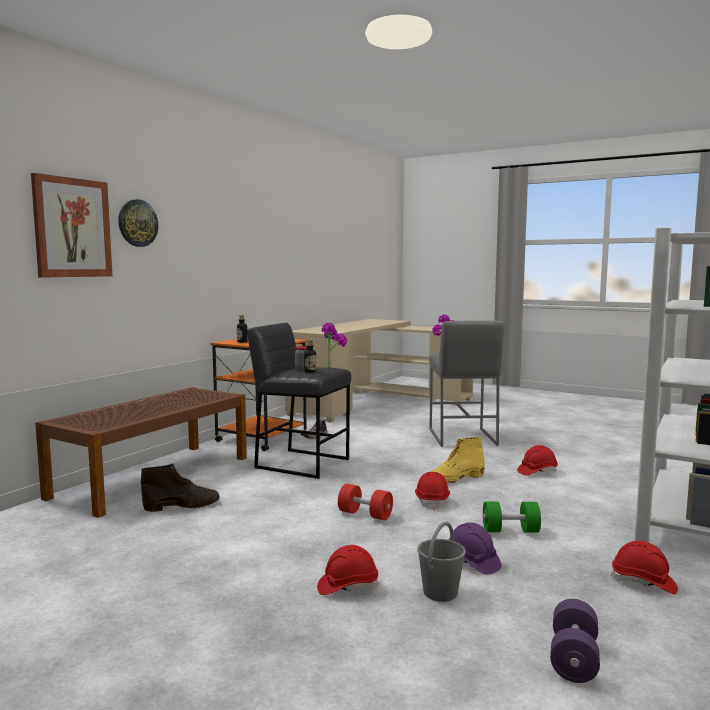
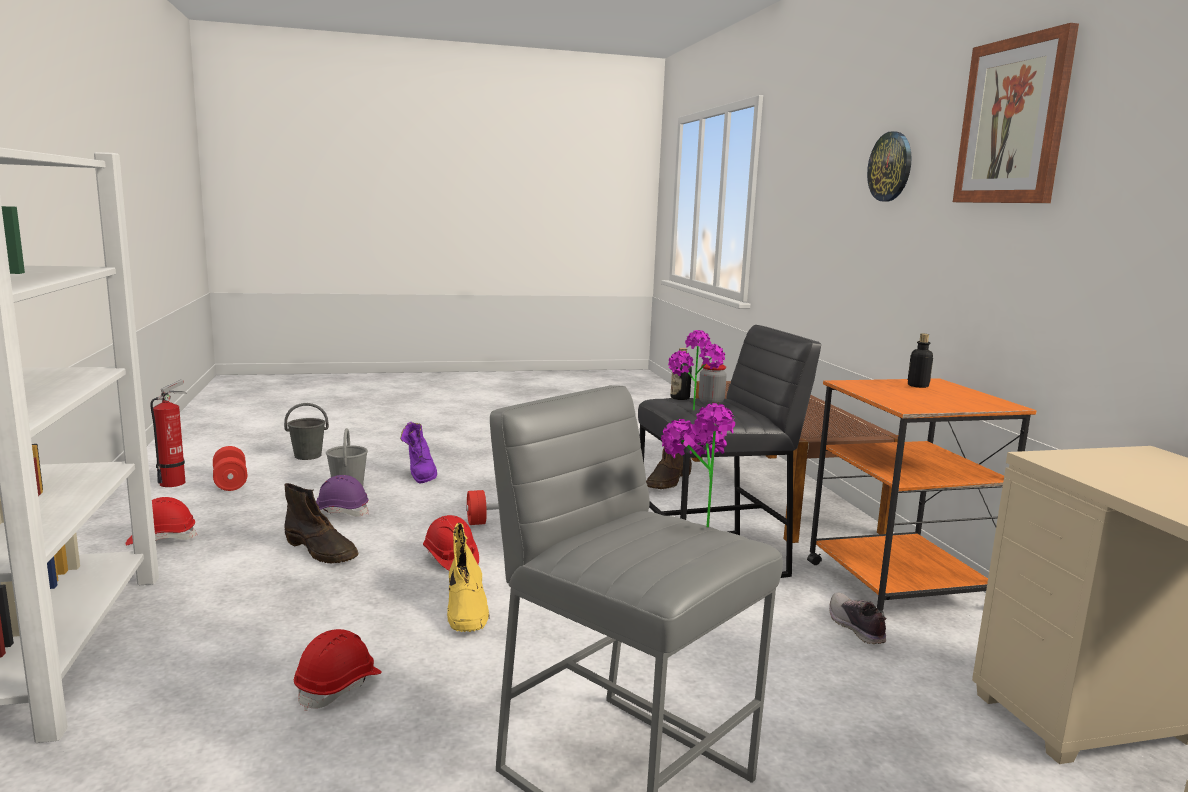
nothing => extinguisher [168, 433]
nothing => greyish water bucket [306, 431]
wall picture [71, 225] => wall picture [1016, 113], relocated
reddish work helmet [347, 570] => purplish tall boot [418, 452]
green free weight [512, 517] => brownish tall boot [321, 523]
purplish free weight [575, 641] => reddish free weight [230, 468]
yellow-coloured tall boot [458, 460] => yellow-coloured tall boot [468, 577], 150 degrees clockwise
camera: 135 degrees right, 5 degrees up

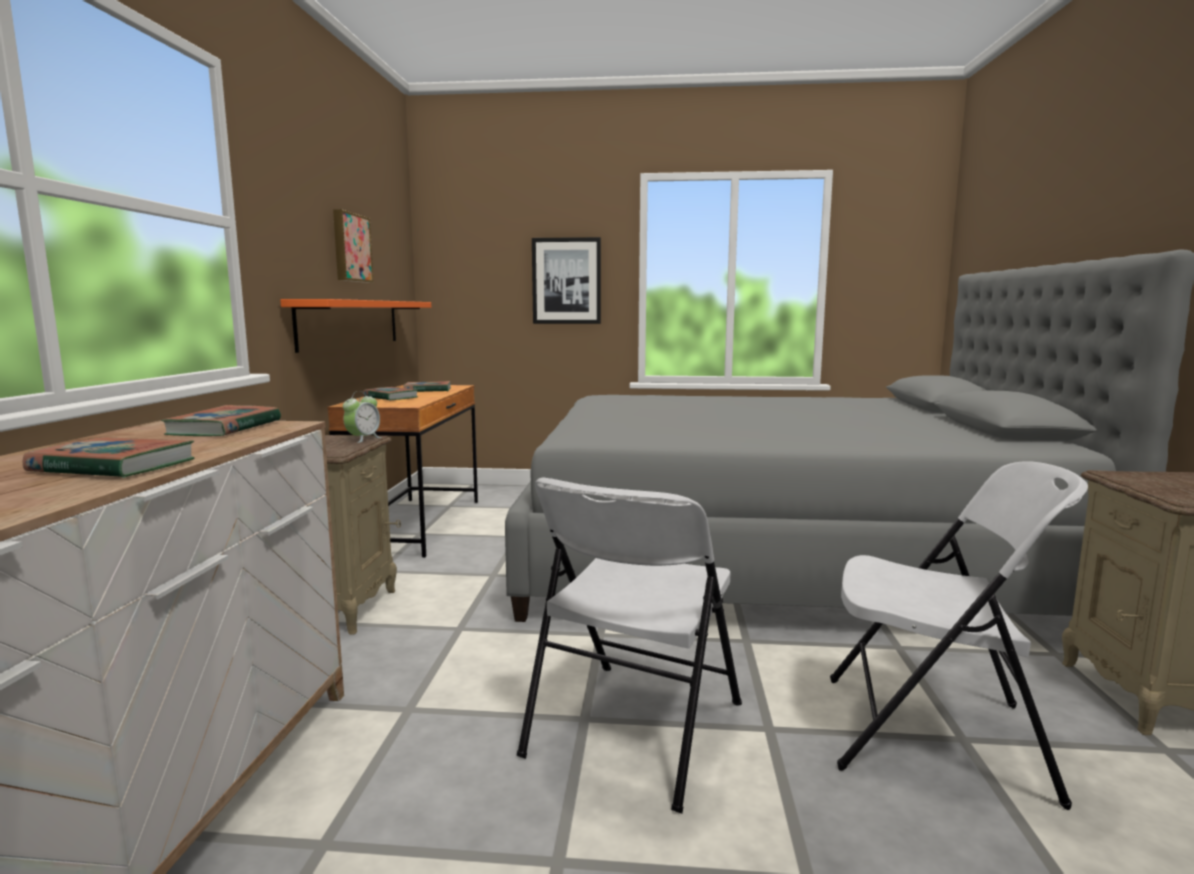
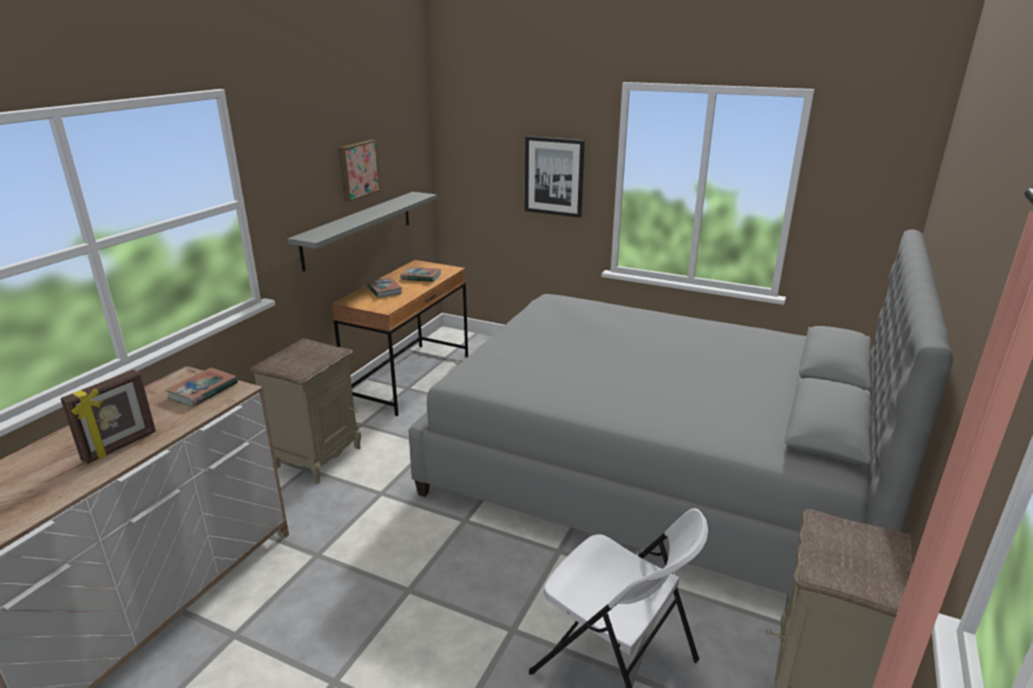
alarm clock [362, 417] => nothing
whitish chair [629, 645] => nothing
bound book [108, 457] => photo frame [108, 417]
orange wall shelf [355, 326] => greyish wall shelf [362, 232]
camera: 20 degrees right, 15 degrees up

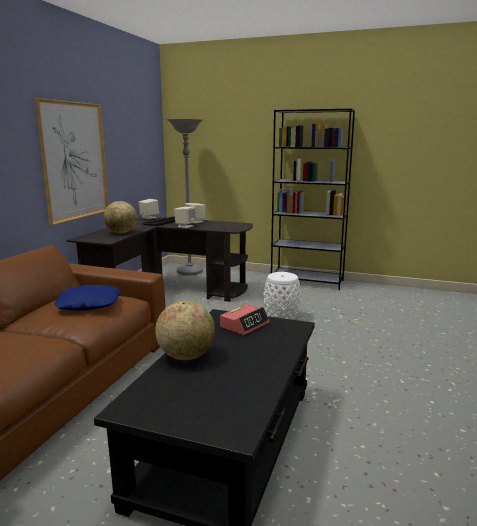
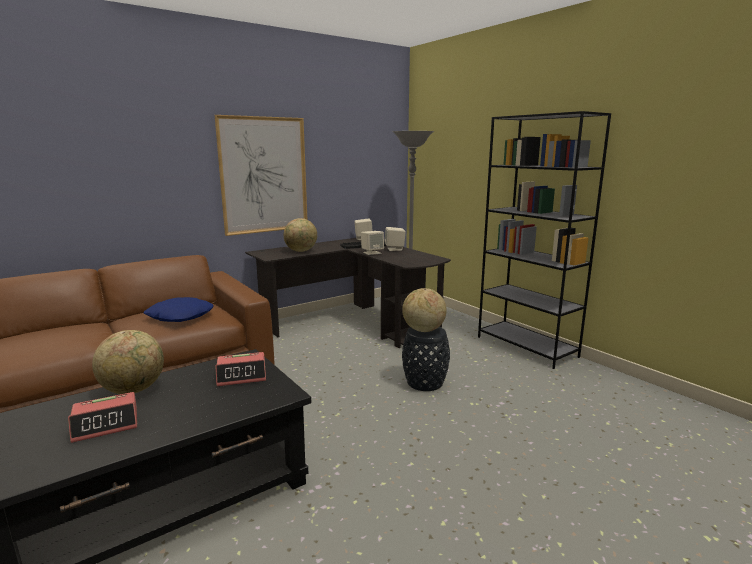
nothing => alarm clock [102, 417]
nothing => globe [424, 310]
whitish stool [282, 296] => blackish stool [426, 359]
camera: 35 degrees right, 0 degrees up

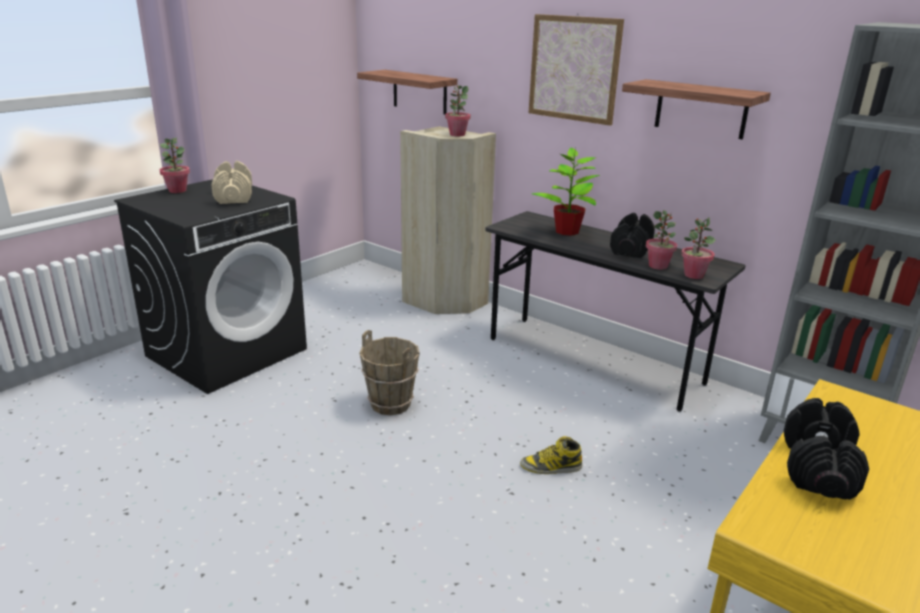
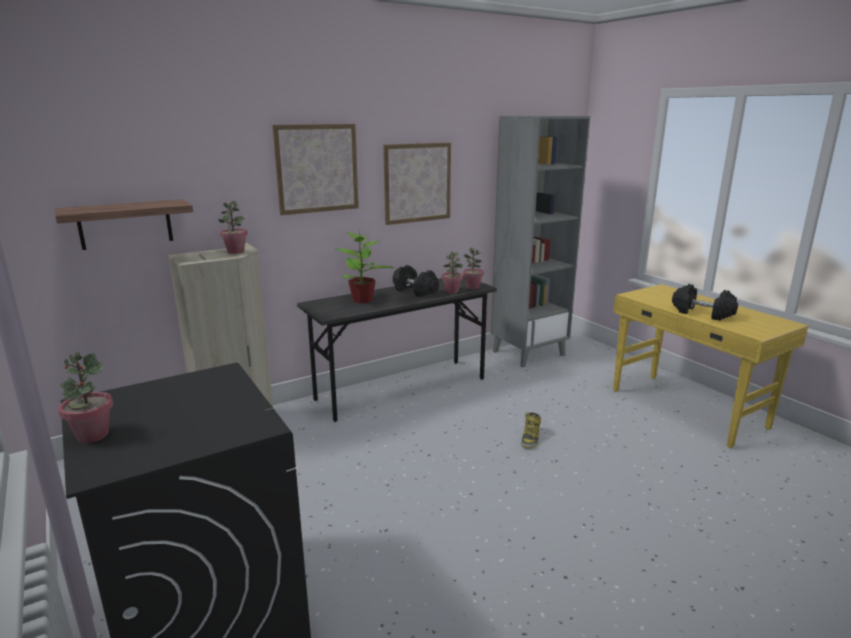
beige-coloured free weight [231, 182] => nothing
brownish water bucket [390, 372] => nothing
wall shelf [696, 109] => wall picture [417, 184]
camera: 70 degrees left, 5 degrees down

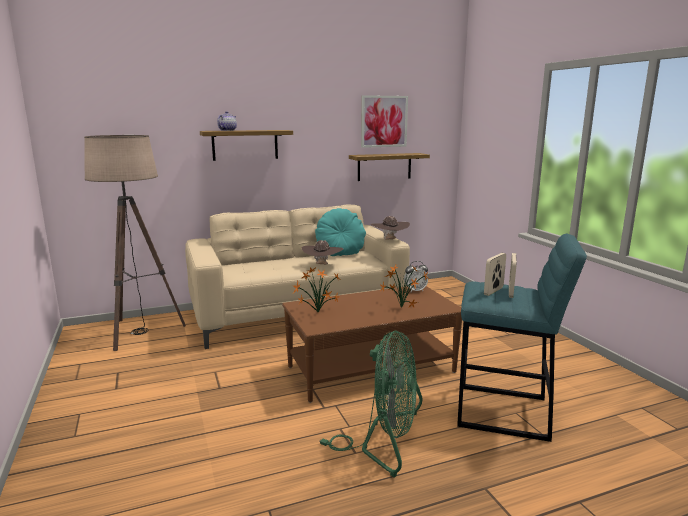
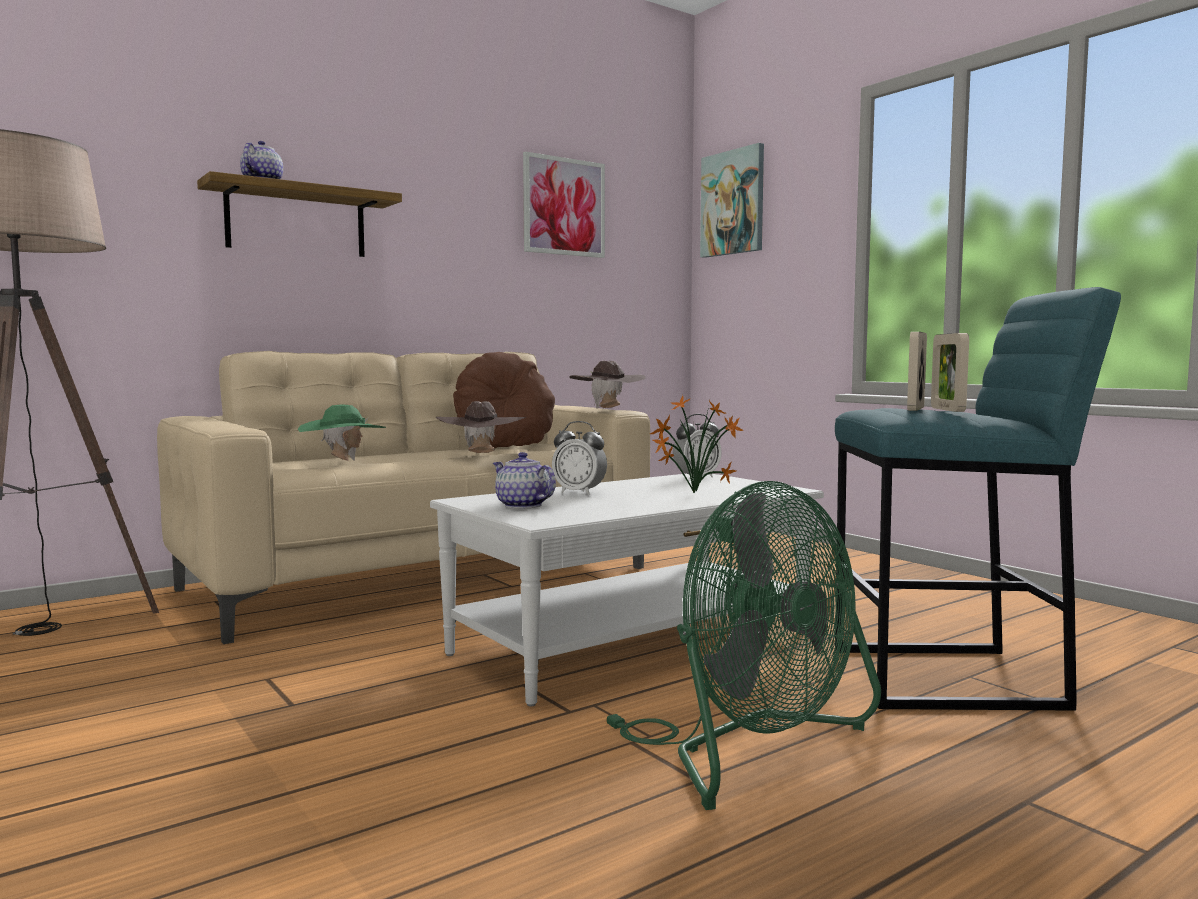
wall shelf [389, 167] => nothing
nothing => green hat [342, 432]
nothing => alarm clock [579, 458]
nothing => wall picture [732, 200]
plant in a pot [316, 289] => pot for tea [524, 480]
brownish lounge table [372, 344] => whitish lounge table [627, 590]
blue-green cushion [340, 232] => brownish cushion [504, 400]
green electric fan [370, 404] => green electric fan [744, 645], 45 degrees clockwise
camera: 15 degrees left, 10 degrees down

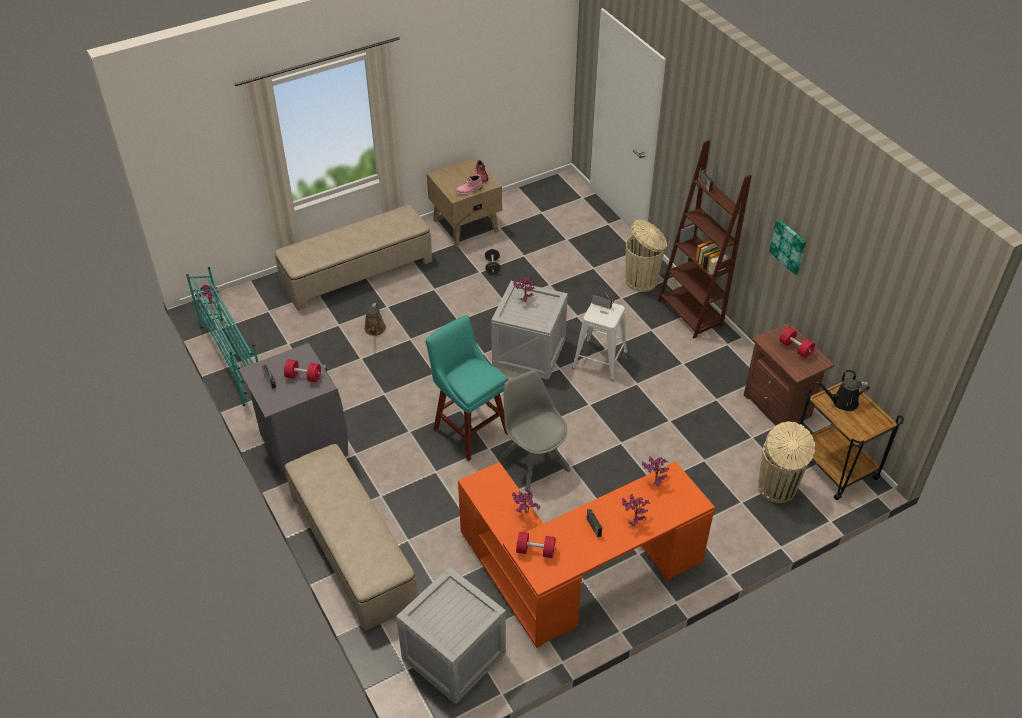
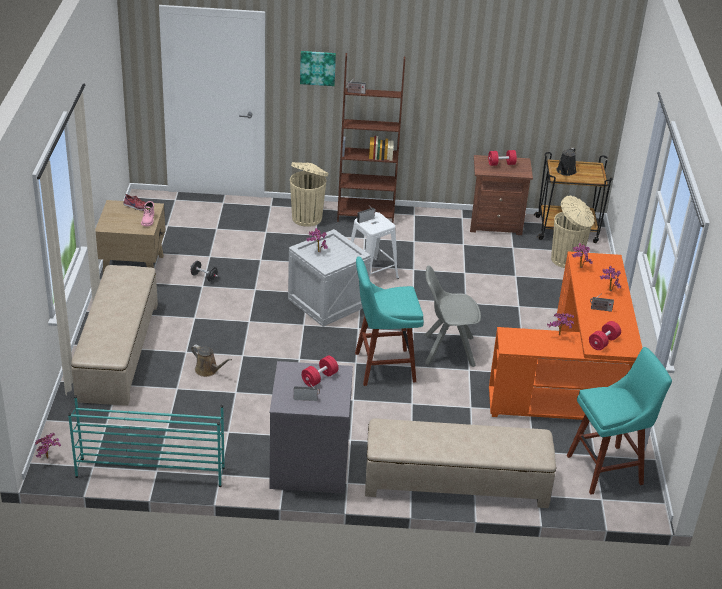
wall picture [787, 247] => wall picture [318, 68], relocated
crate [451, 635] => blue-green stool [619, 421]
camera: 60 degrees left, 10 degrees down

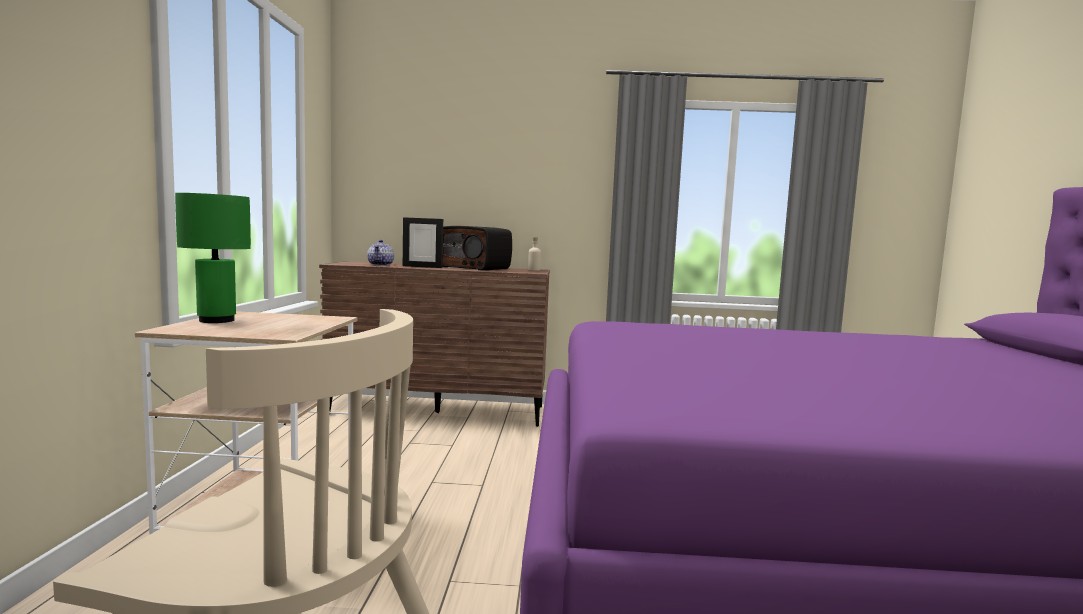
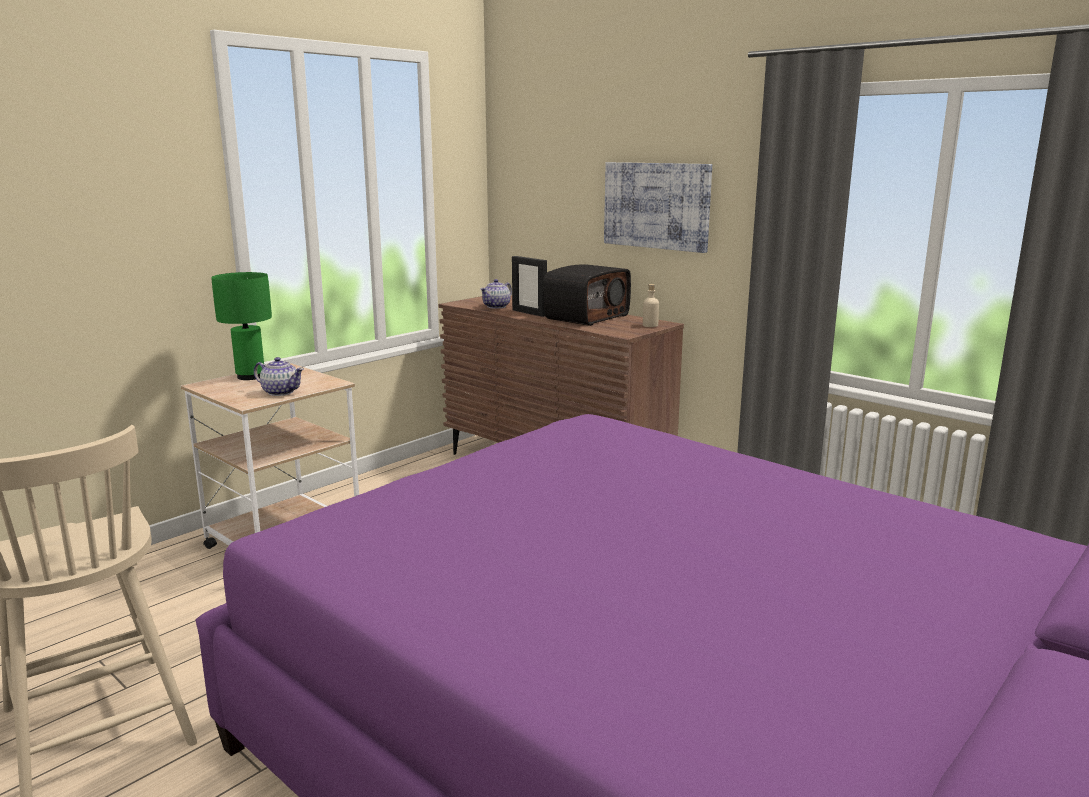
nothing => pot for tea [279, 376]
nothing => wall picture [658, 207]
radio [477, 248] => radio [587, 295], 120 degrees counterclockwise
camera: 40 degrees right, 10 degrees up

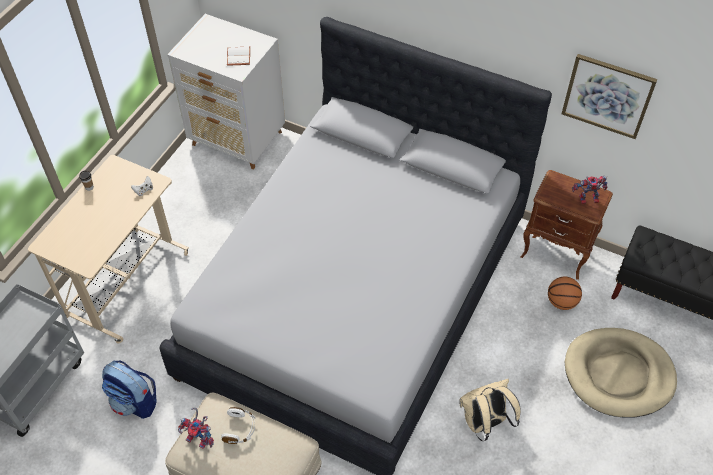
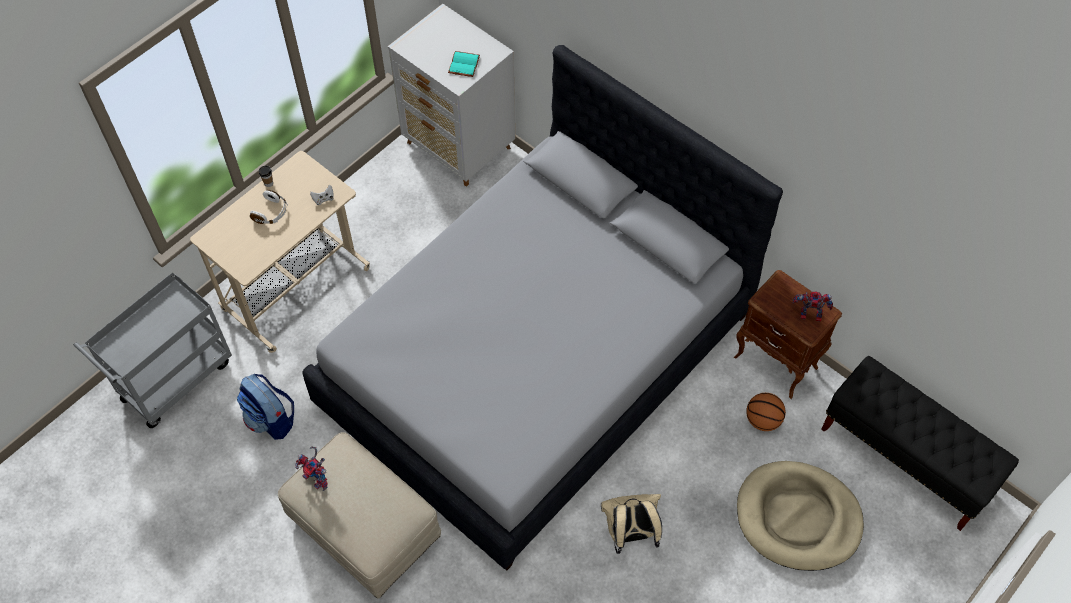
wall picture [609, 96] => nothing
whitish headphones [238, 425] => whitish headphones [269, 207], relocated
whitish bound book [238, 56] => blue-green bound book [464, 64]
camera: 15 degrees right, 5 degrees up

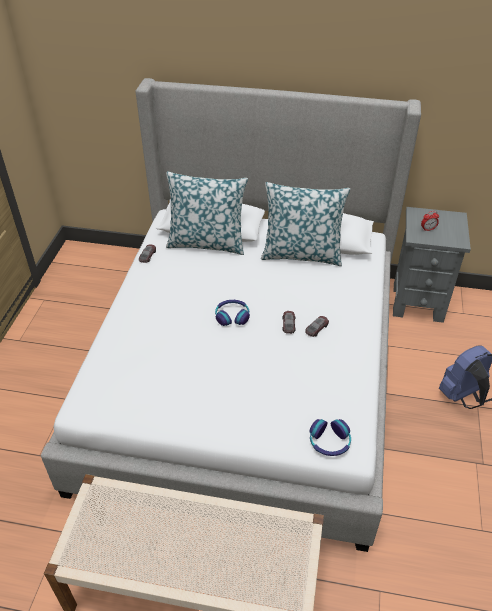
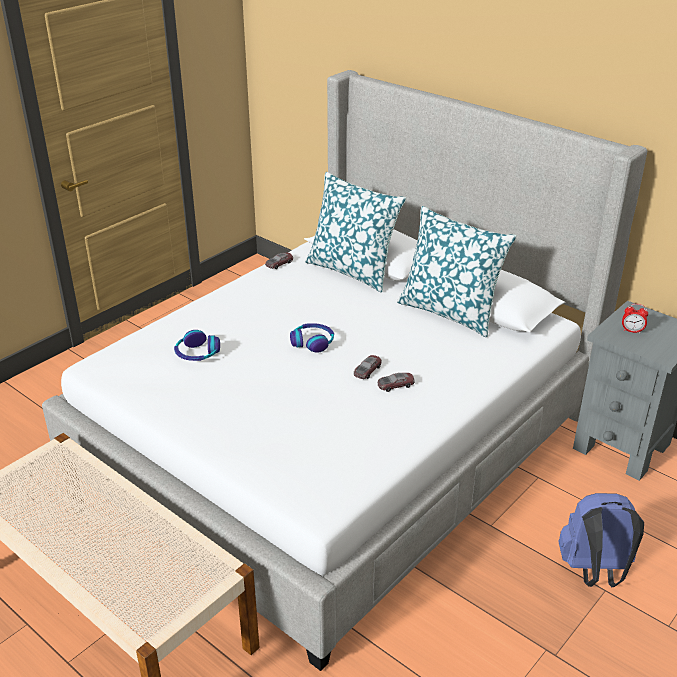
headphones [330, 437] => headphones [197, 345], relocated
camera: 30 degrees right, 10 degrees down

